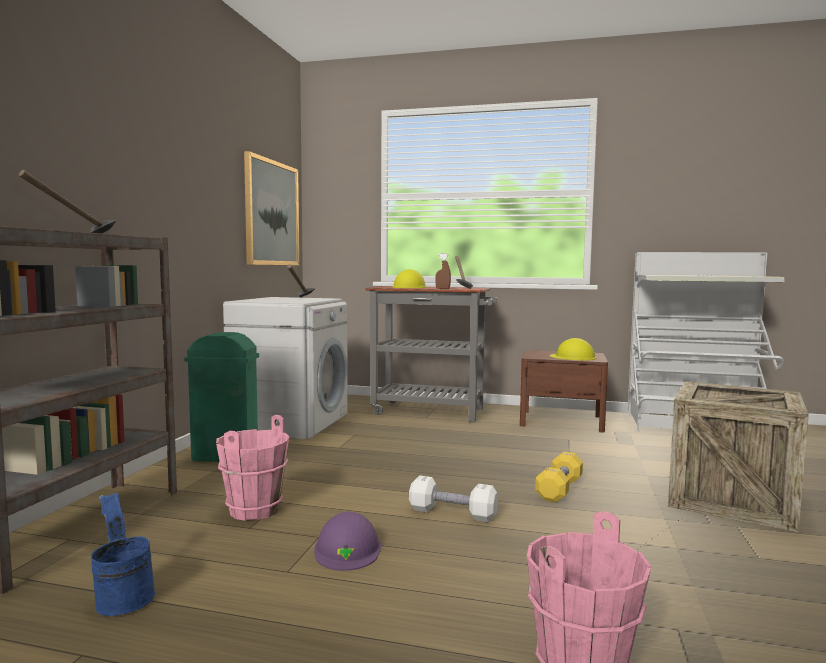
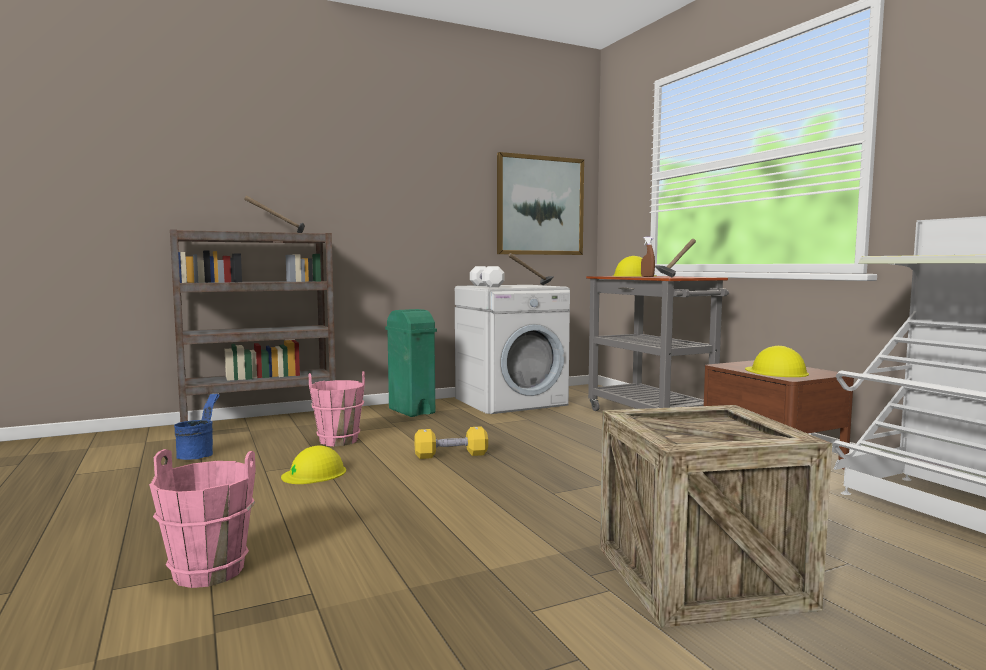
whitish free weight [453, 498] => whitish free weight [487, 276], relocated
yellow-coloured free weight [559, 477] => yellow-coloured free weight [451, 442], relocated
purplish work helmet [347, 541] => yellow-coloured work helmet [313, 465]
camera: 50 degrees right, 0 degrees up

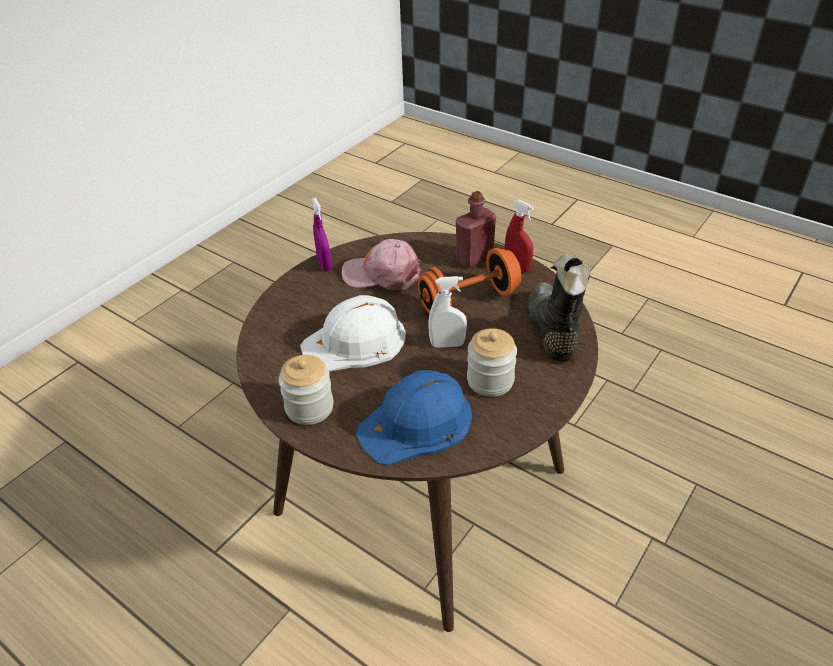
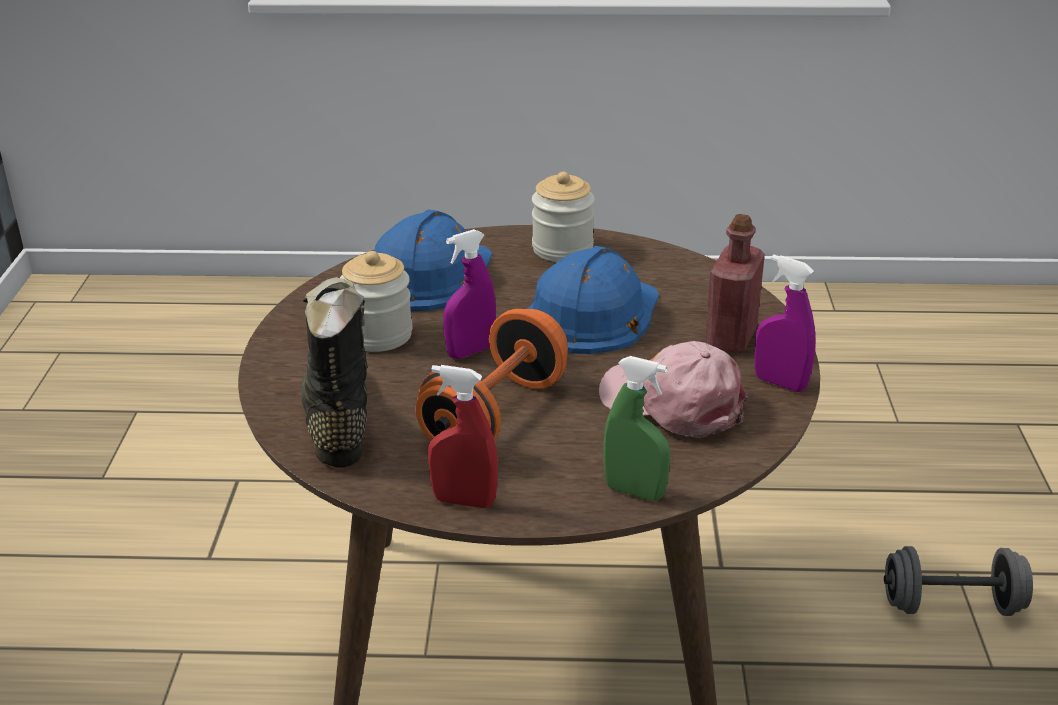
nothing => green hand sprayer [637, 428]
nothing => greyish free weight [958, 581]
reddish drink bottle [476, 229] => reddish drink bottle [735, 283], relocated
whitish work helmet [353, 333] => bluish work helmet [593, 300]
whitish hand sprayer [447, 312] => purplish hand sprayer [469, 294]
pink-coloured cap [382, 264] => pink-coloured cap [673, 389], 120 degrees counterclockwise
blackish tall boot [558, 307] => blackish tall boot [334, 372], 150 degrees counterclockwise
camera: 145 degrees right, 10 degrees down

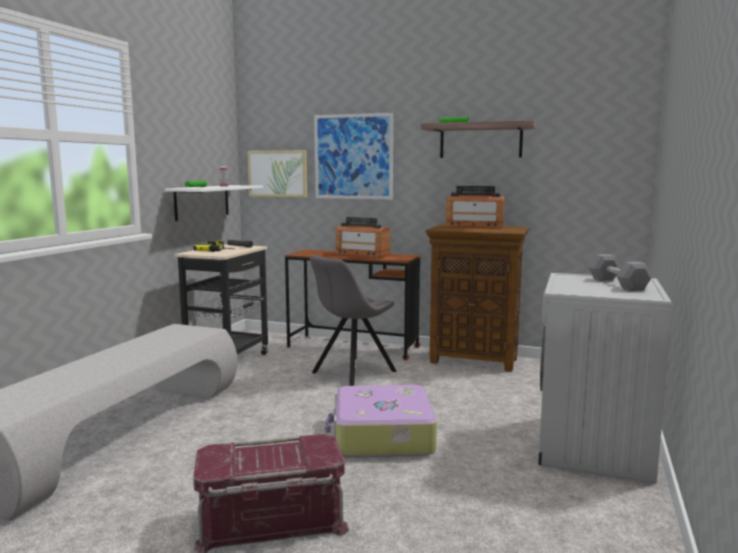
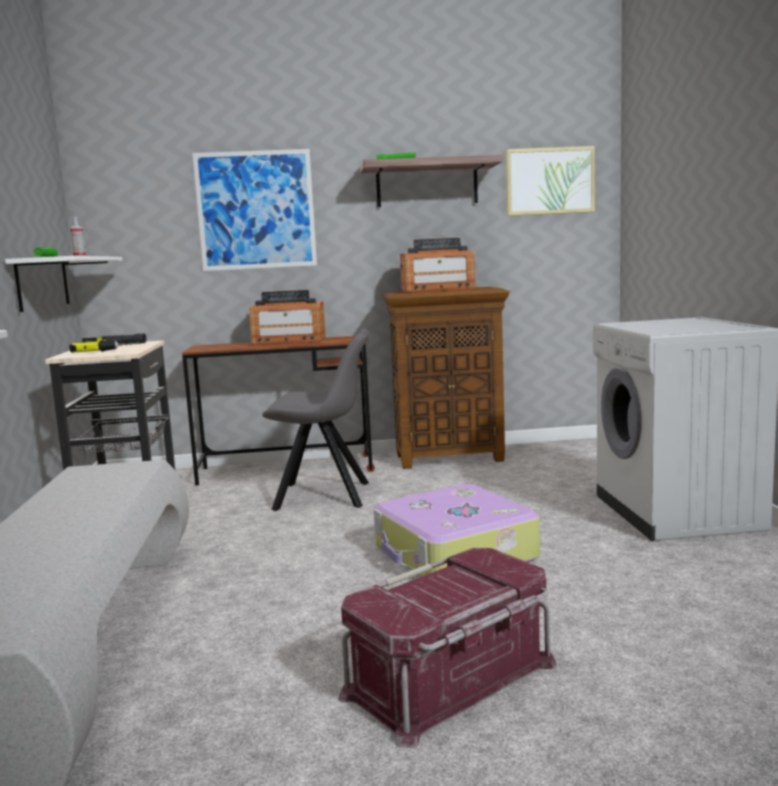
greyish free weight [620, 272] => nothing
wall picture [277, 173] => wall picture [550, 181], relocated
greyish chair [353, 320] => greyish chair [315, 420], 105 degrees counterclockwise
camera: 25 degrees left, 0 degrees up

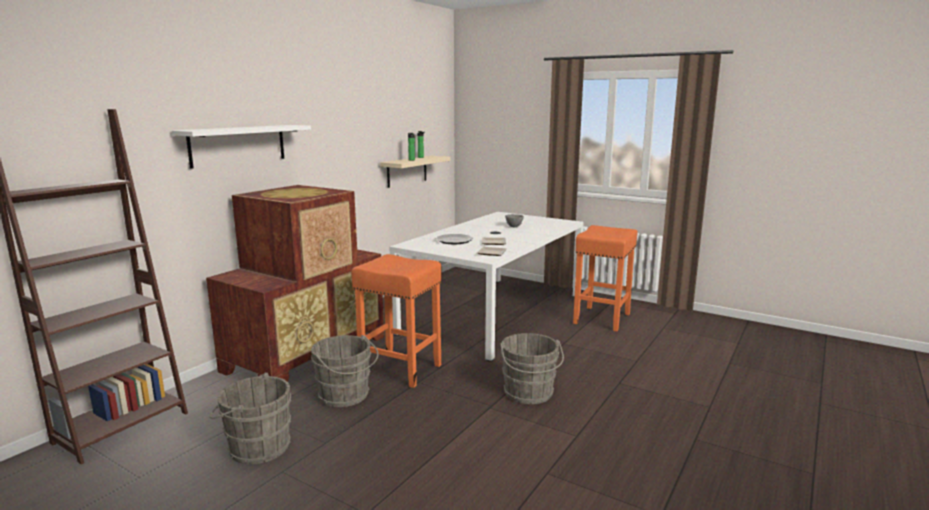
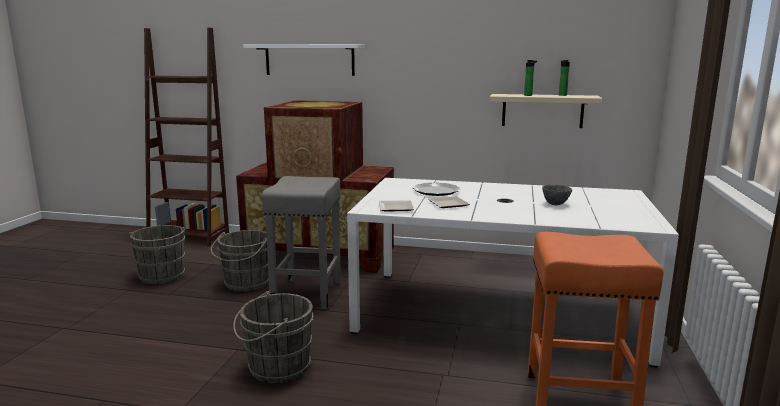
orange stool [396, 321] => greyish stool [301, 242]
camera: 70 degrees right, 0 degrees up

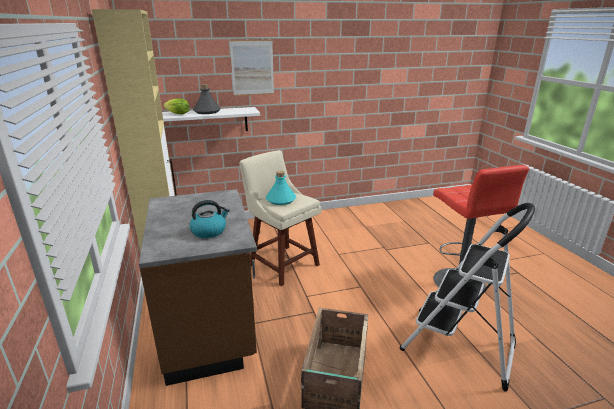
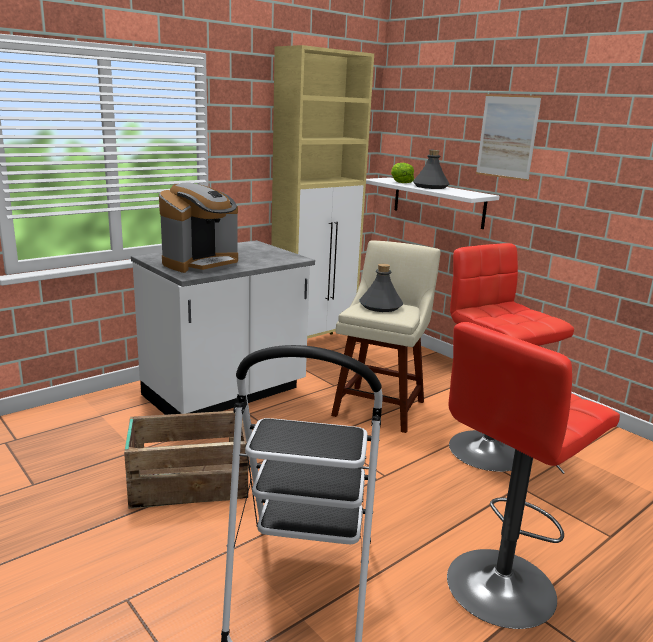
nothing => reddish stool [511, 357]
tea kettle [209, 219] => coffee maker [198, 227]
brownish kitchen counter [198, 287] => whitish kitchen counter [223, 327]
blue-green drink bottle [281, 188] => greyish drink bottle [381, 288]
camera: 65 degrees right, 5 degrees down

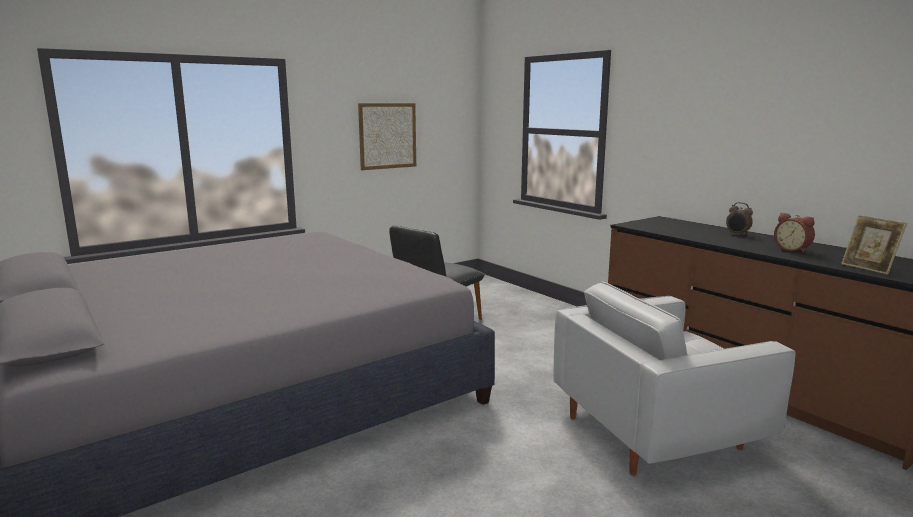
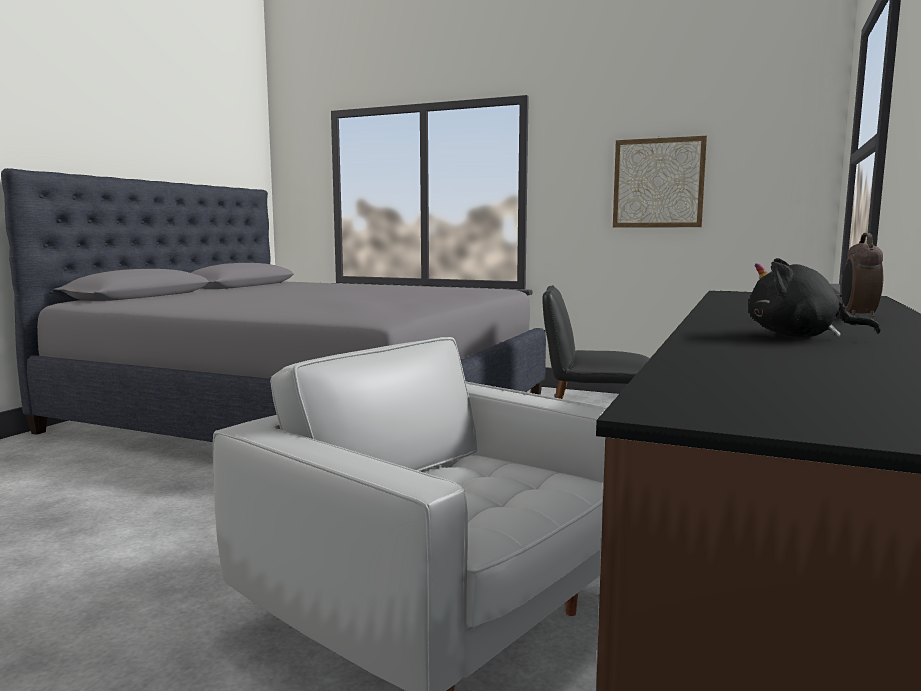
photo frame [874, 245] => nothing
alarm clock [794, 233] => blackish plush toy [814, 297]
camera: 60 degrees right, 5 degrees down

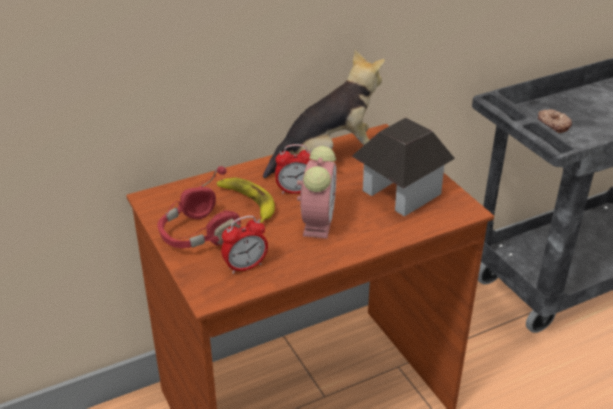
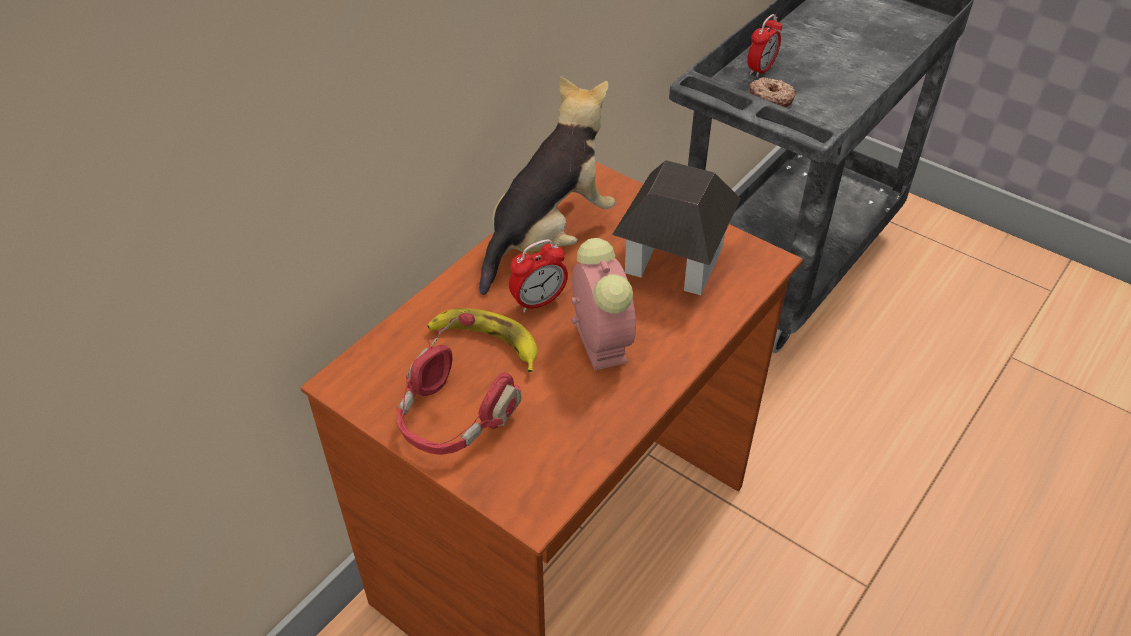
alarm clock [244, 244] => alarm clock [764, 46], relocated
camera: 25 degrees left, 10 degrees up

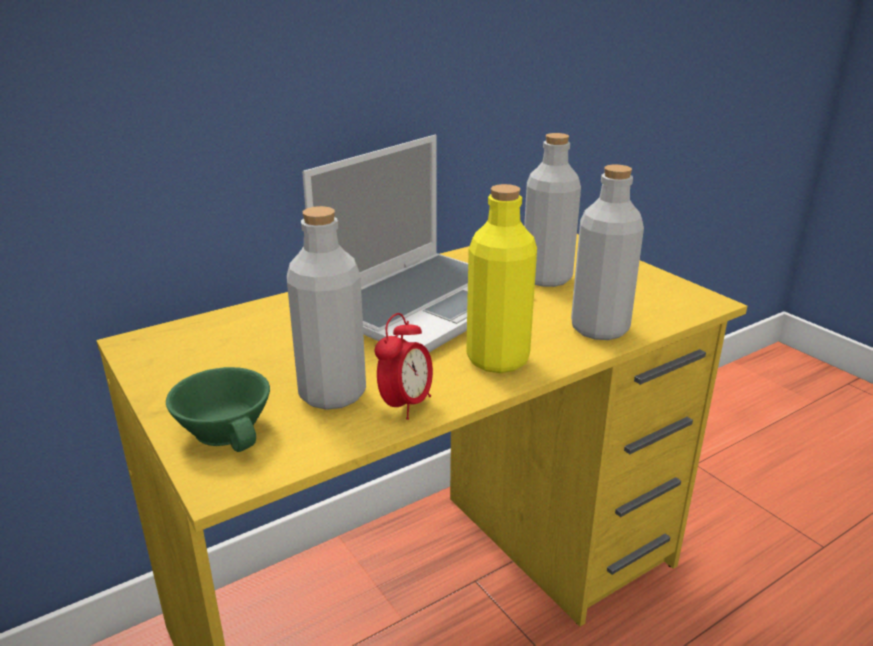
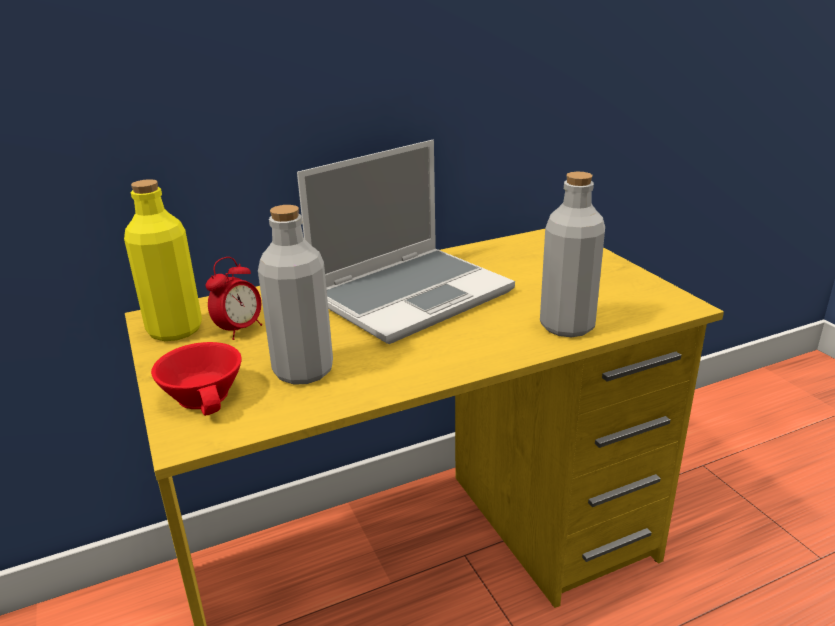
greyish drink bottle [552, 210] => nothing
alarm clock [403, 366] => alarm clock [234, 298], relocated
yellow-coloured drink bottle [501, 278] => yellow-coloured drink bottle [163, 260], relocated
green drinking cup [218, 409] => reddish drinking cup [196, 379]
camera: 10 degrees right, 0 degrees up

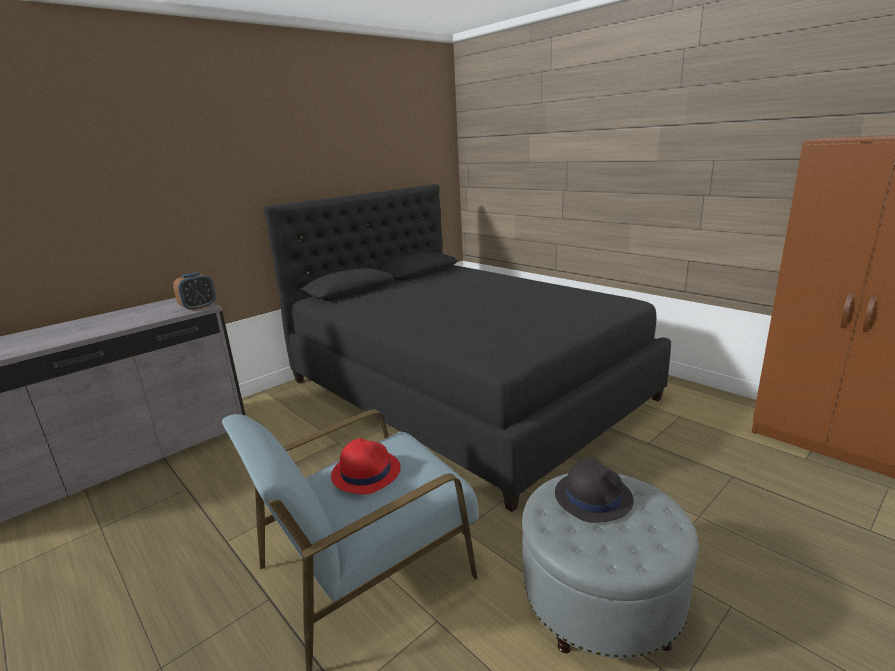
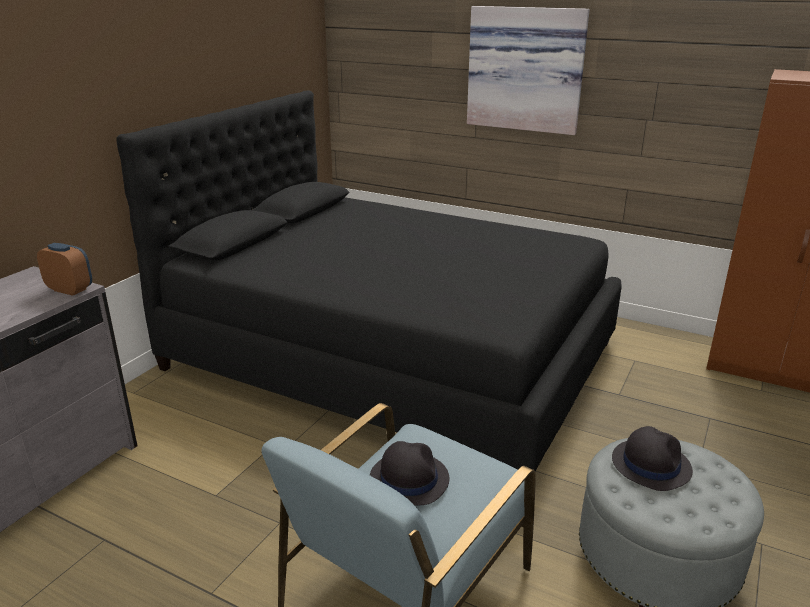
nothing => wall picture [528, 70]
reddish hat [366, 466] => blackish hat [409, 473]
alarm clock [194, 291] => alarm clock [64, 269], 90 degrees counterclockwise
camera: 20 degrees left, 5 degrees up

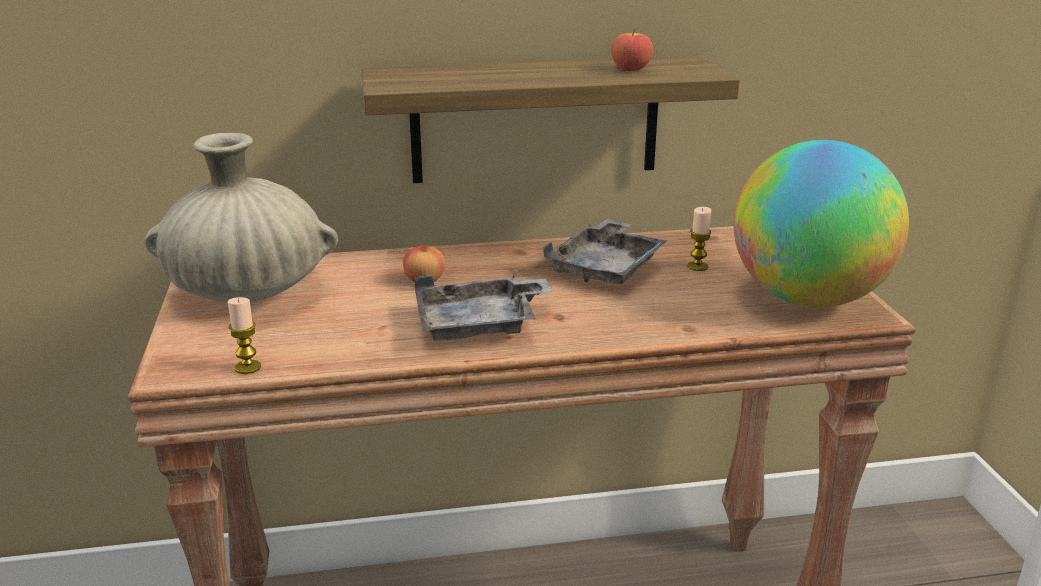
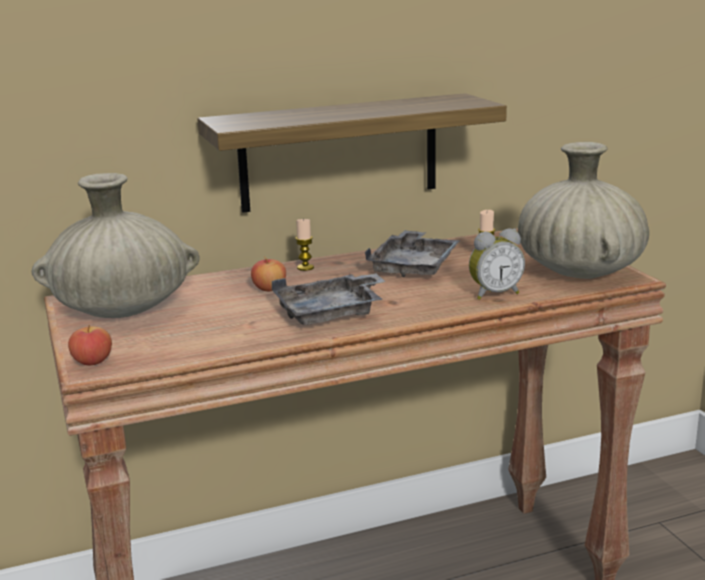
nothing => alarm clock [497, 264]
wax candle [244, 335] => wax candle [304, 245], relocated
apple fruit [632, 49] => apple fruit [90, 344], relocated
globe [821, 223] => beige-coloured decorative vase [583, 210]
camera: 10 degrees left, 5 degrees down

